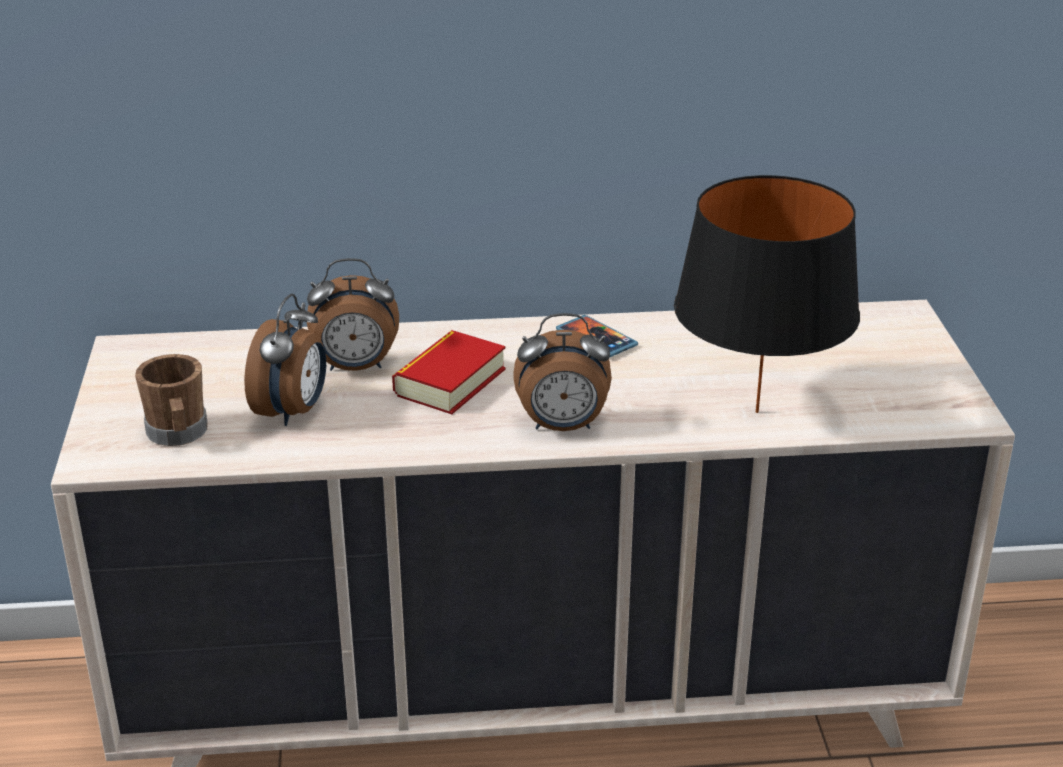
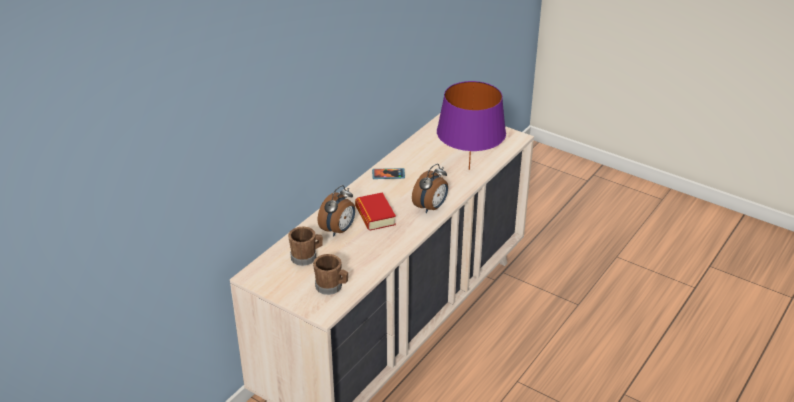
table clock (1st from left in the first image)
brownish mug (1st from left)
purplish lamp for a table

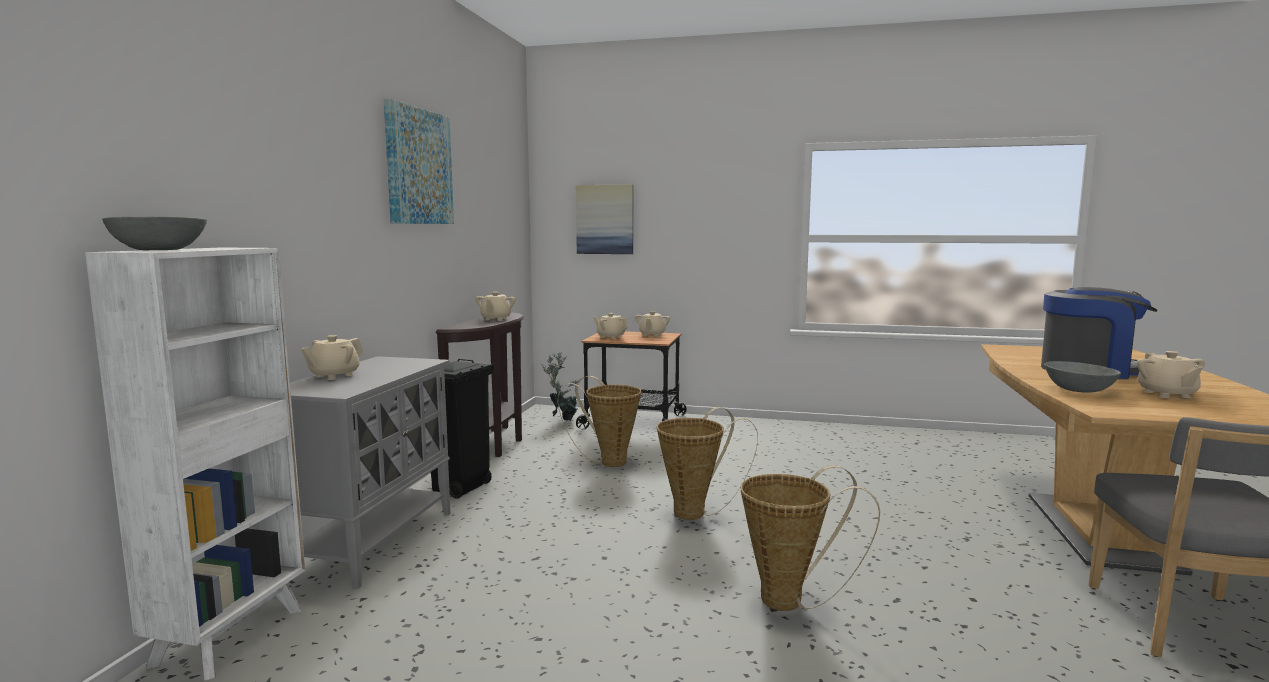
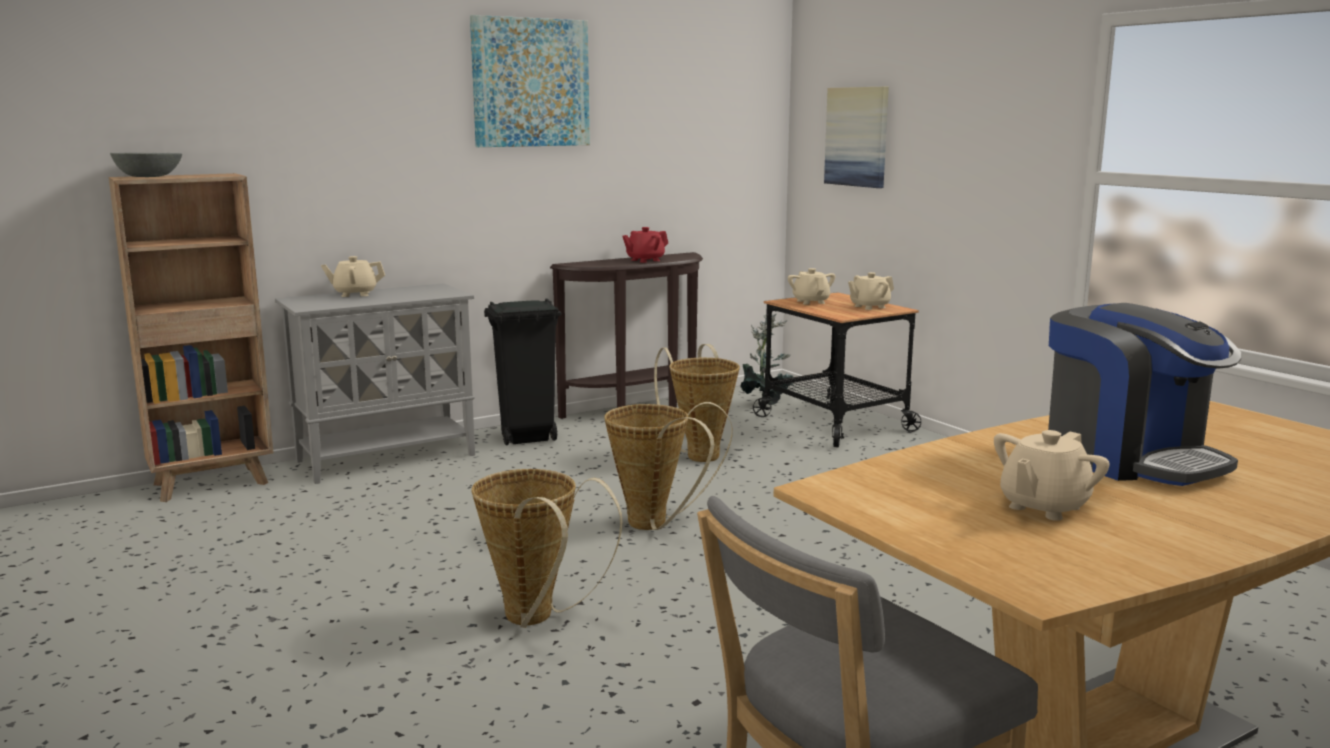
grey deep dish (2nd from left in the first image)
brownish shelving unit
red-coloured teapot

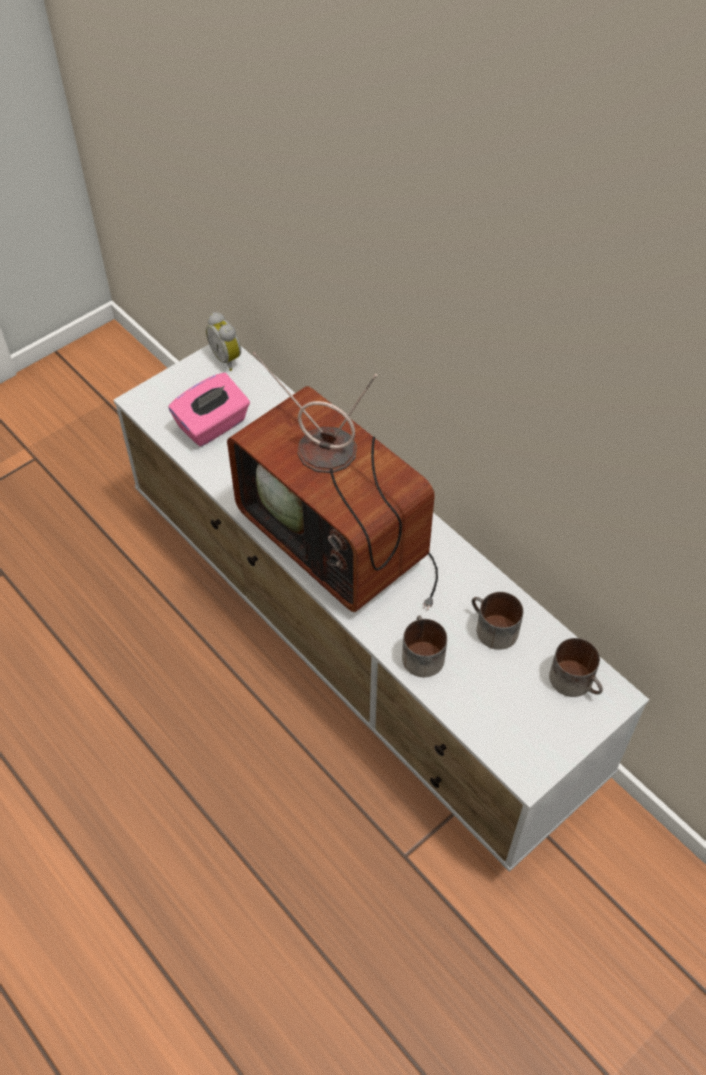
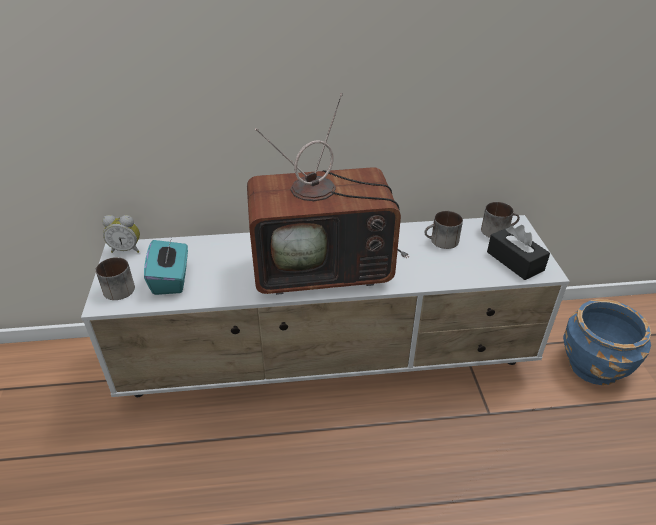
black-coloured tissue box
bluish flower pot
mug (1st from left)
blue-green tissue box

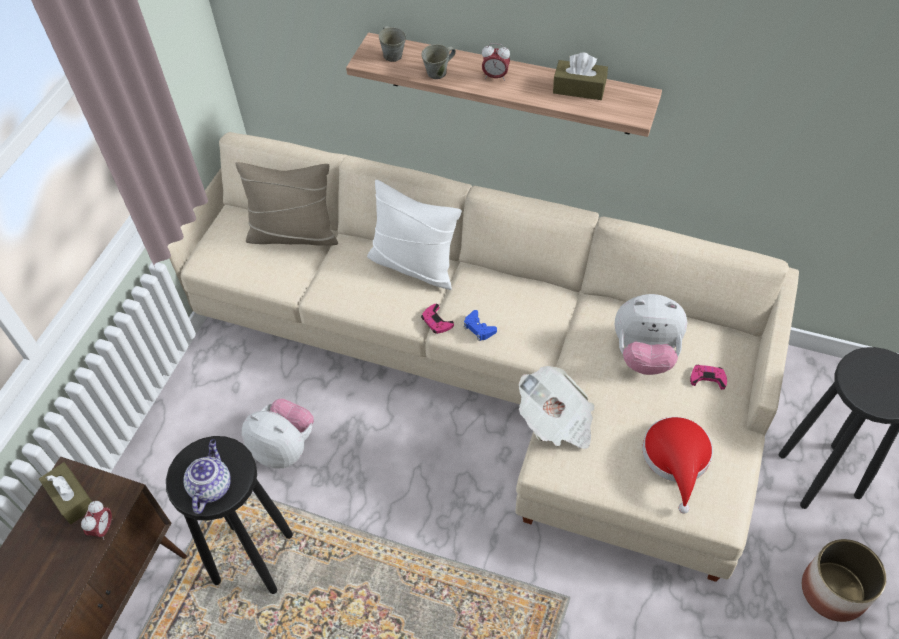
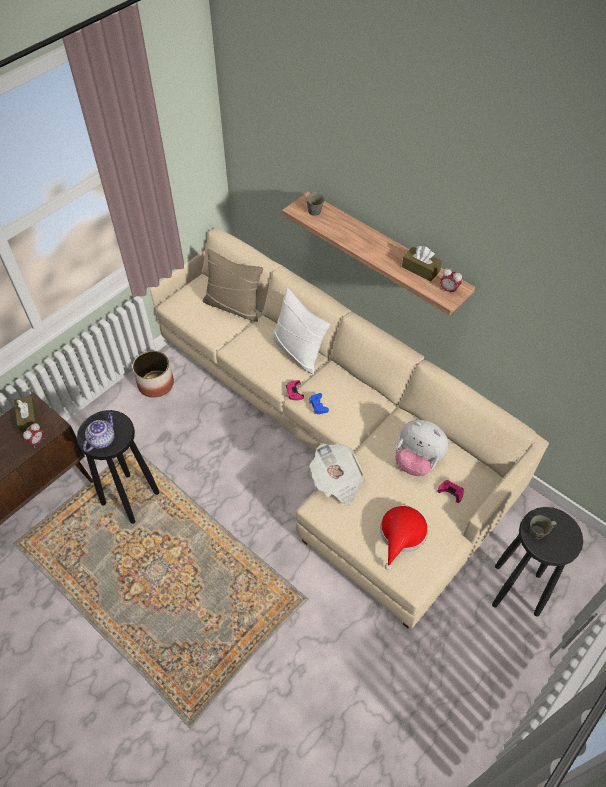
plush toy (1st from left in the first image)
grey mug (2nd from left)
table clock (2nd from left)
flower pot

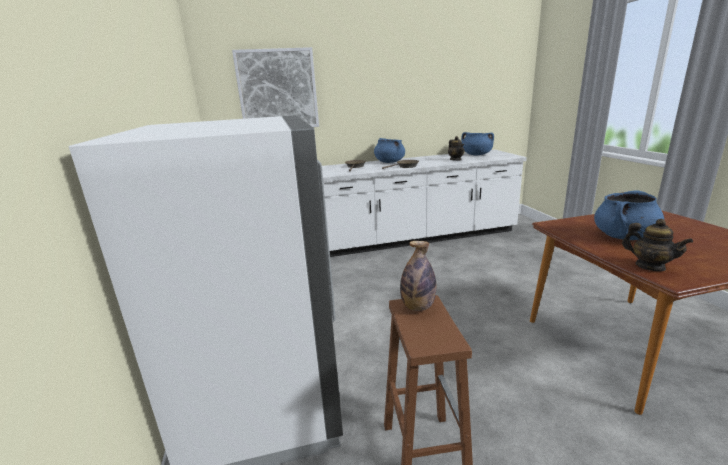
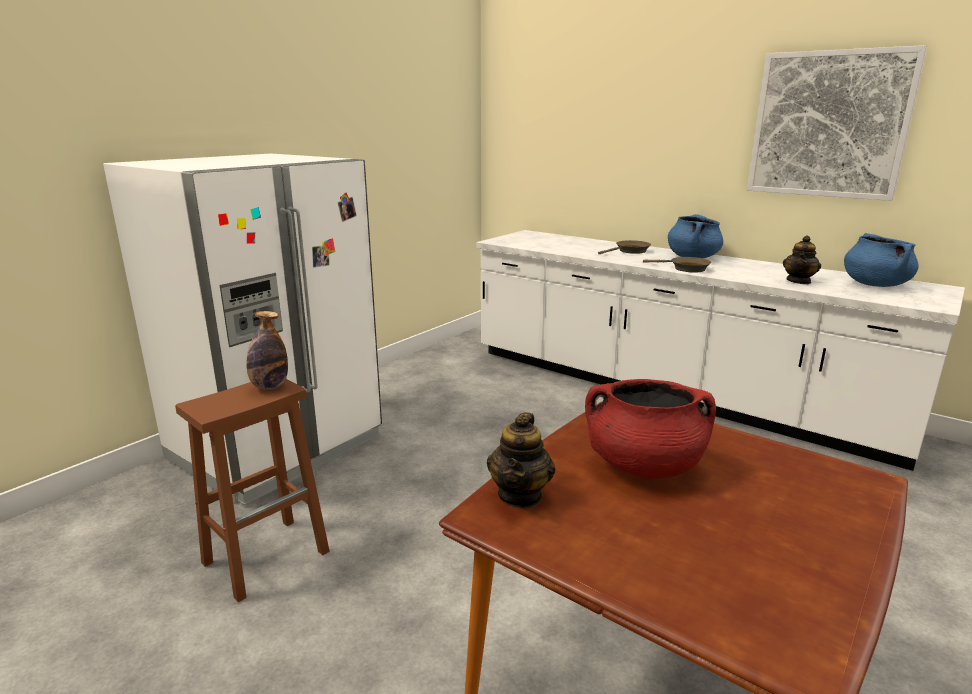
picture
red-coloured saucepot

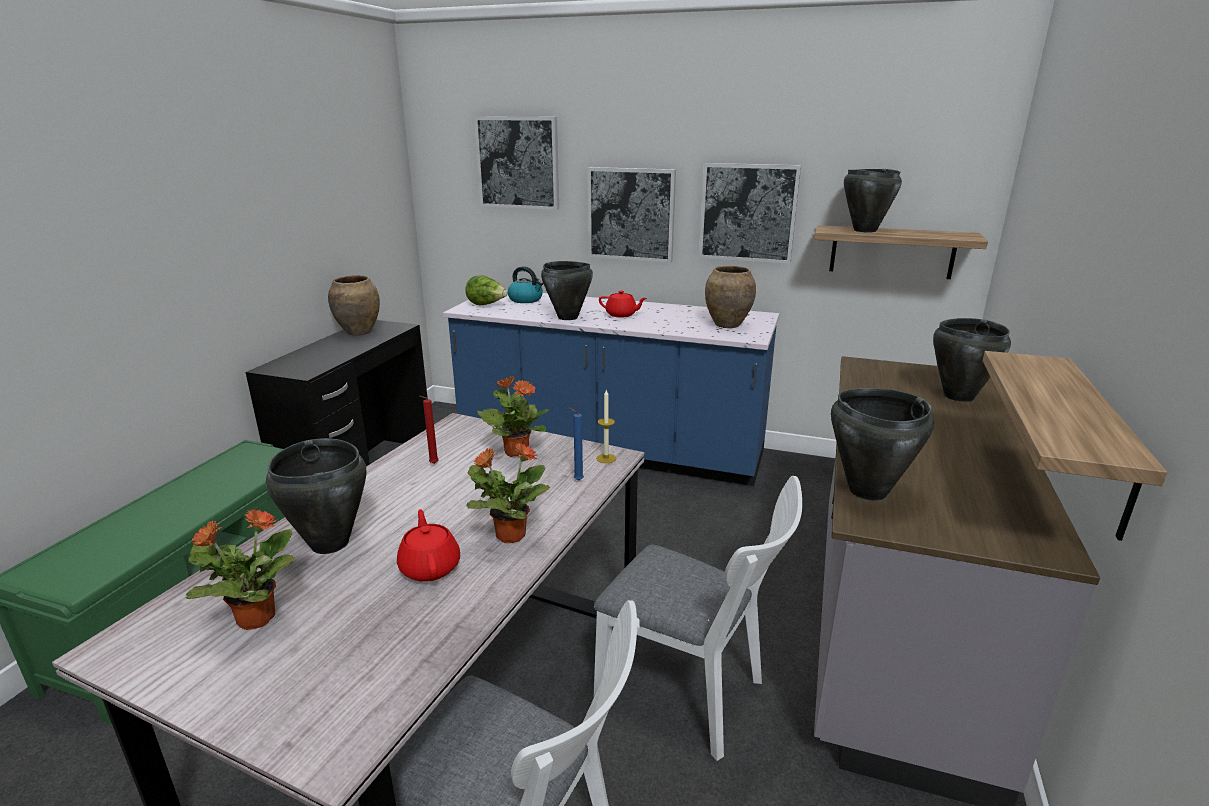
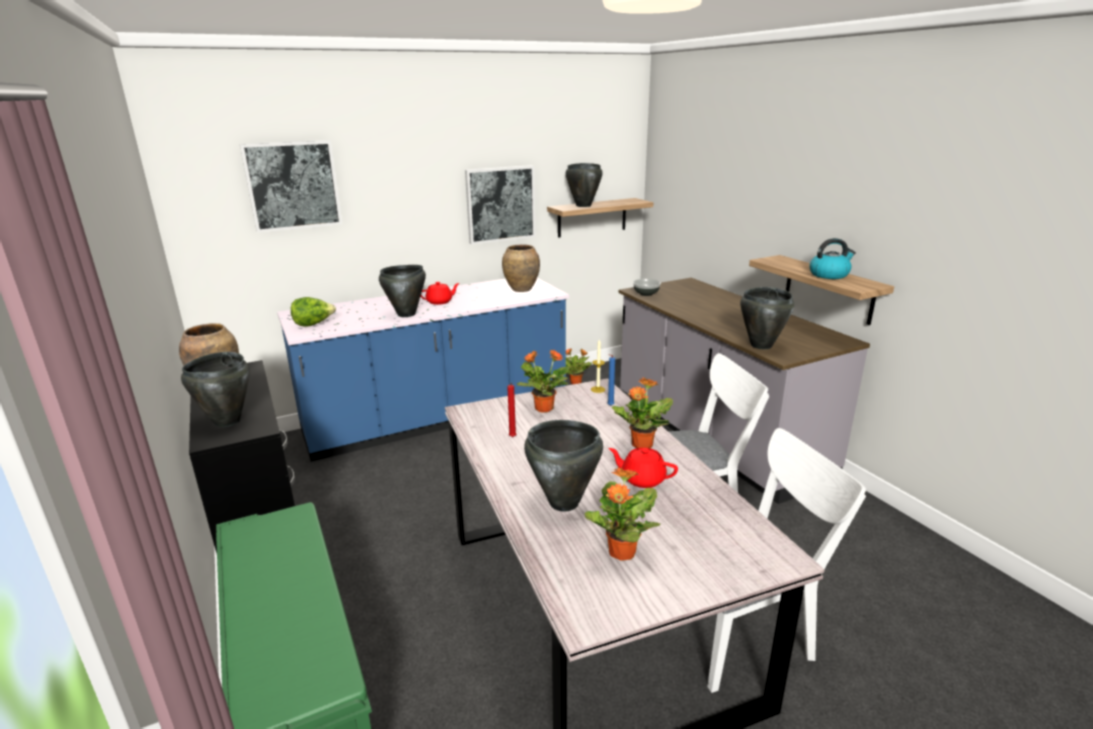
picture (2nd from left in the first image)
plant in a pot (2nd from left)
deep dish
water kettle
black-coloured saucepot (1st from left)

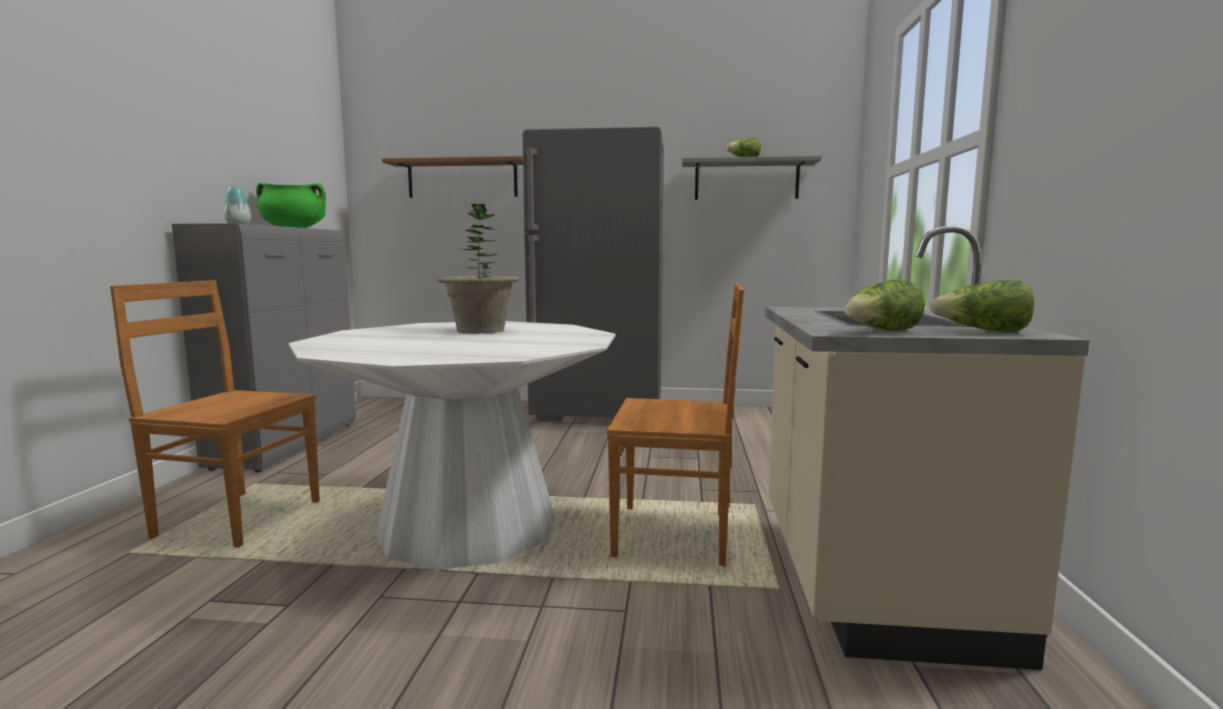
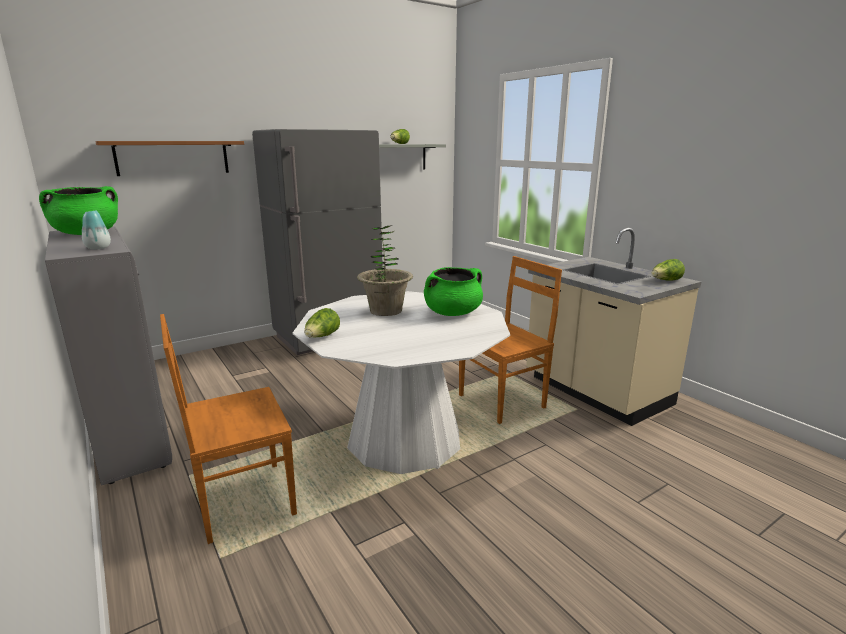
green saucepot (2nd from left)
head of lettuce (1st from left)

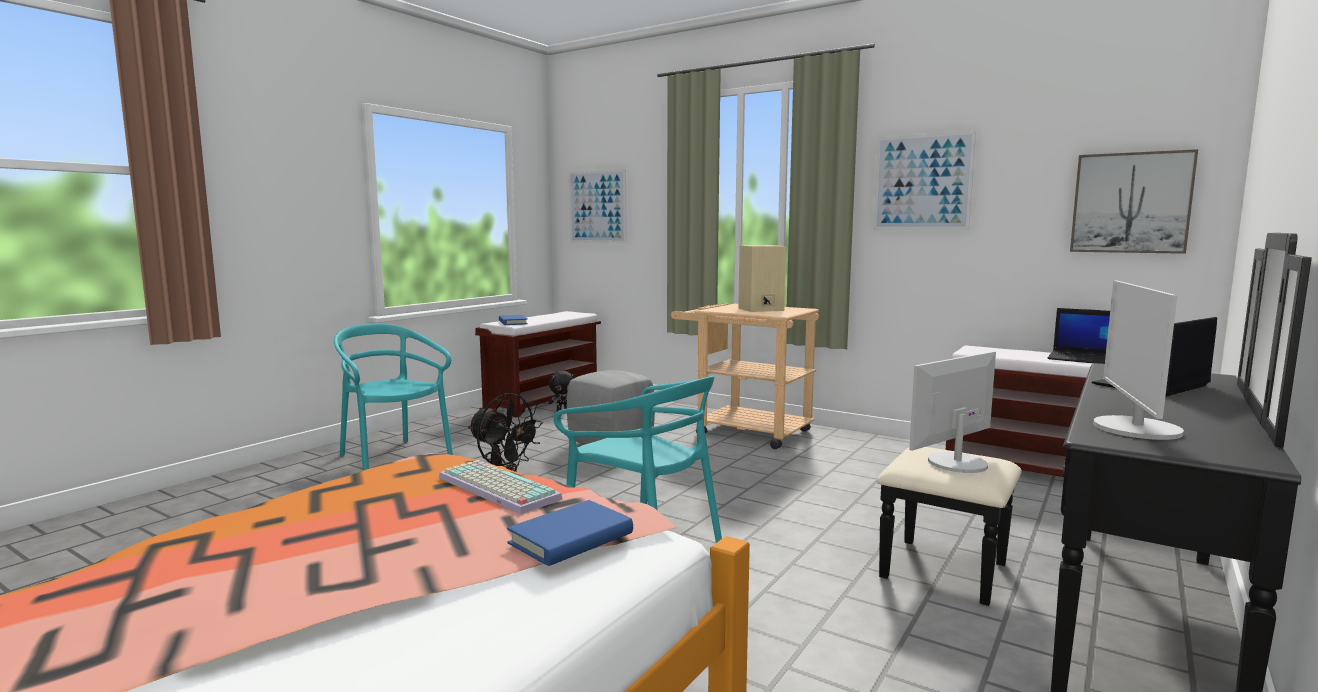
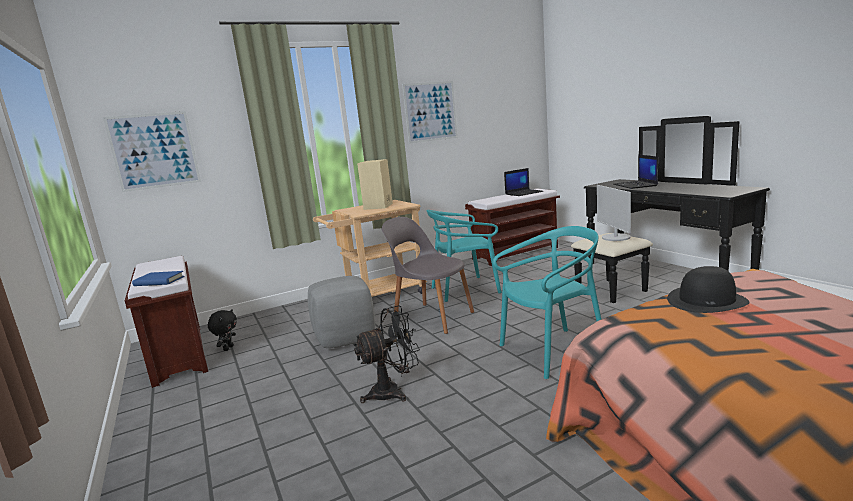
bluish book (2nd from left in the first image)
picture (3rd from left in the first image)
computer display (2nd from left in the first image)
grey chair
blue-green chair (1st from left)
black-coloured wearable hat

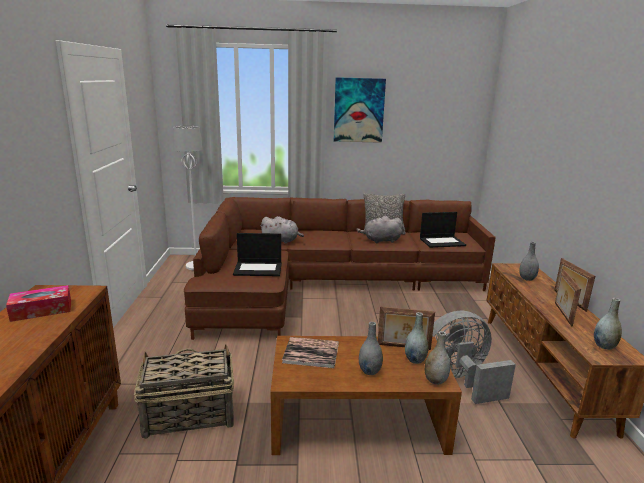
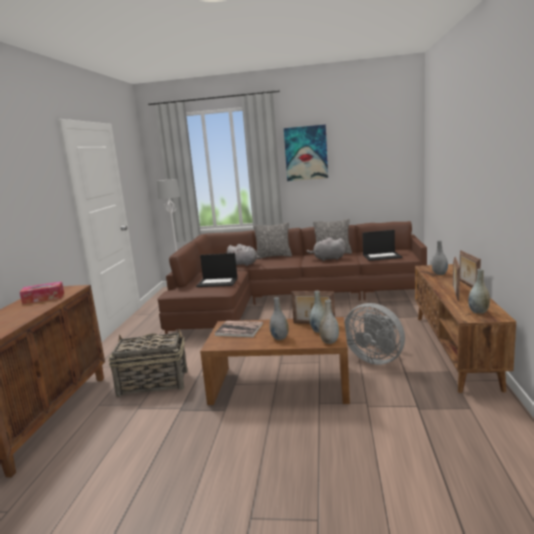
cushion (1st from left)
grey electric fan

